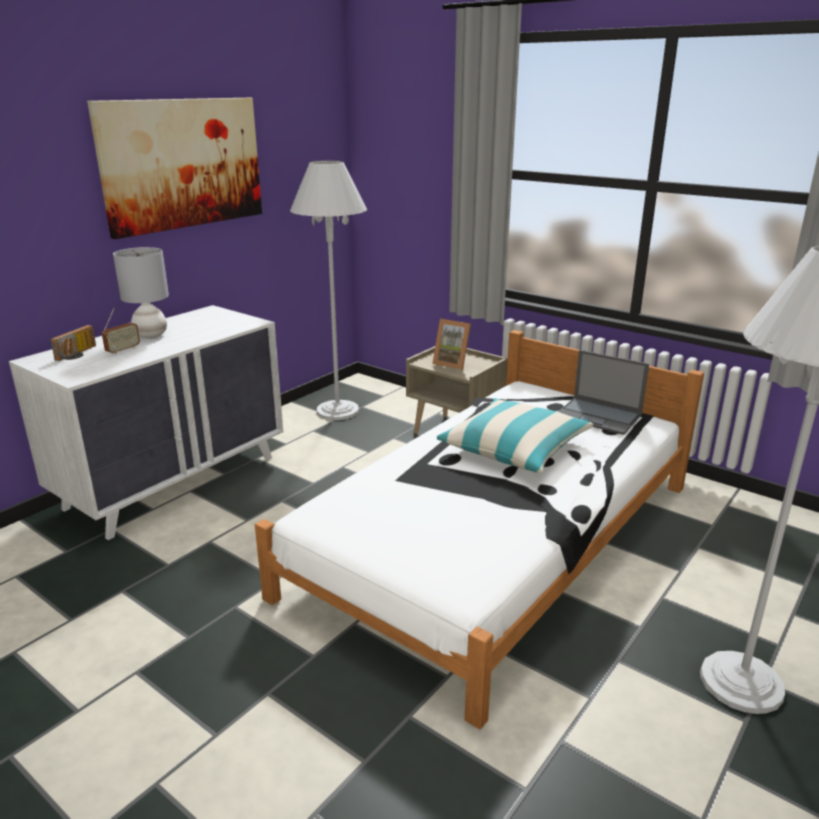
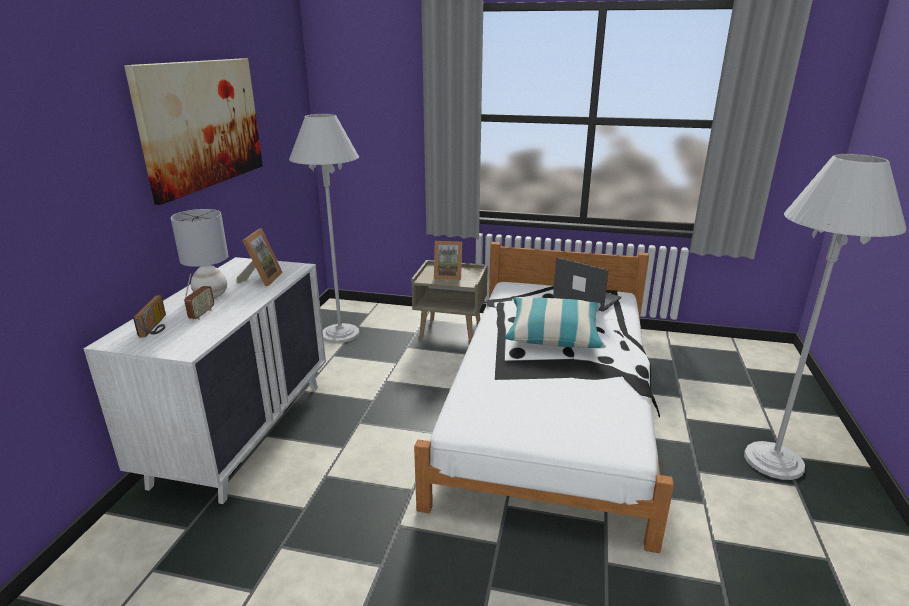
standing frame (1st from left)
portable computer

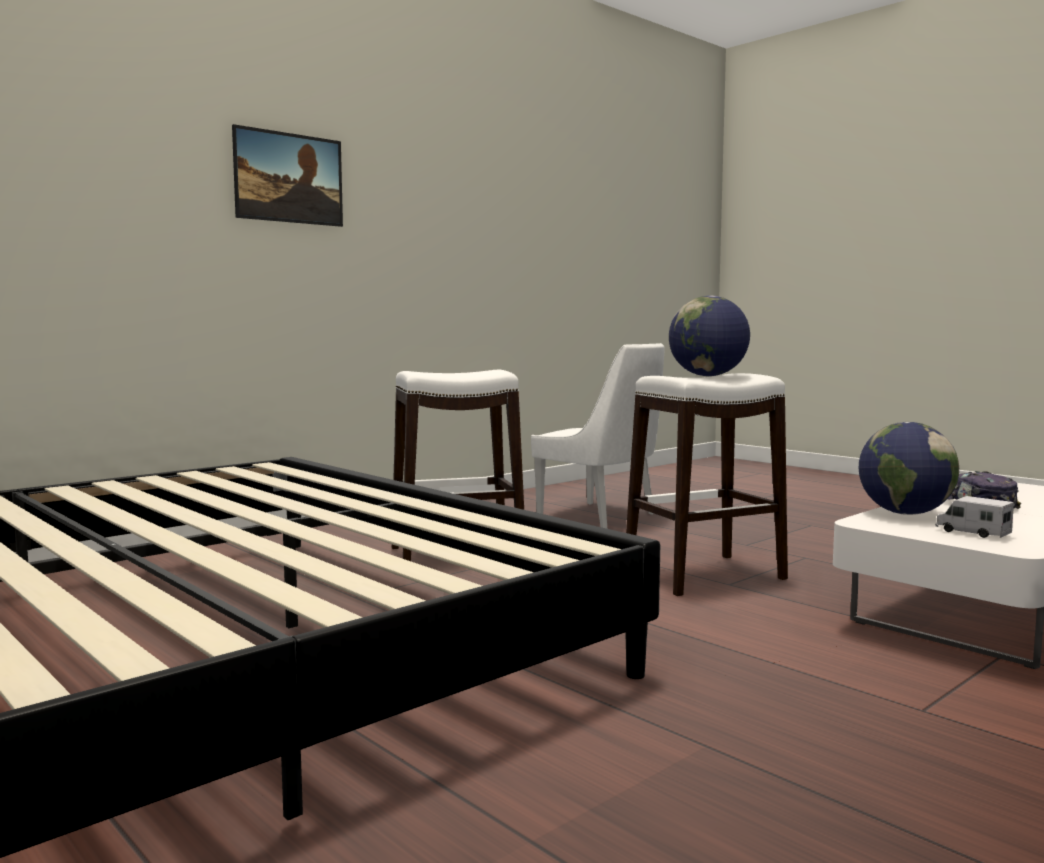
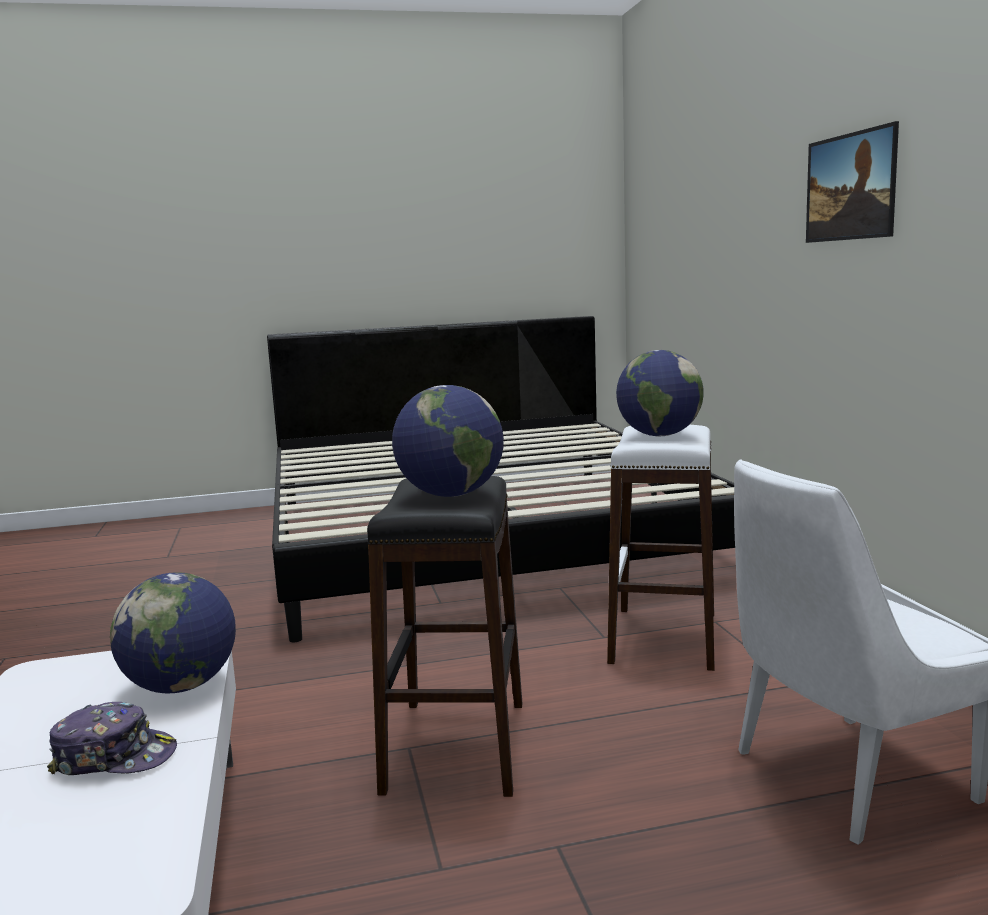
model truck
world globe (3rd from left)
black-coloured stool seat

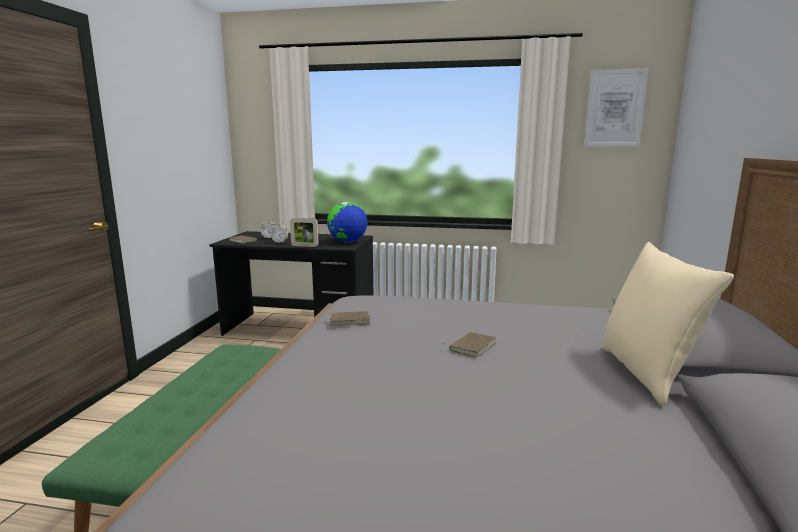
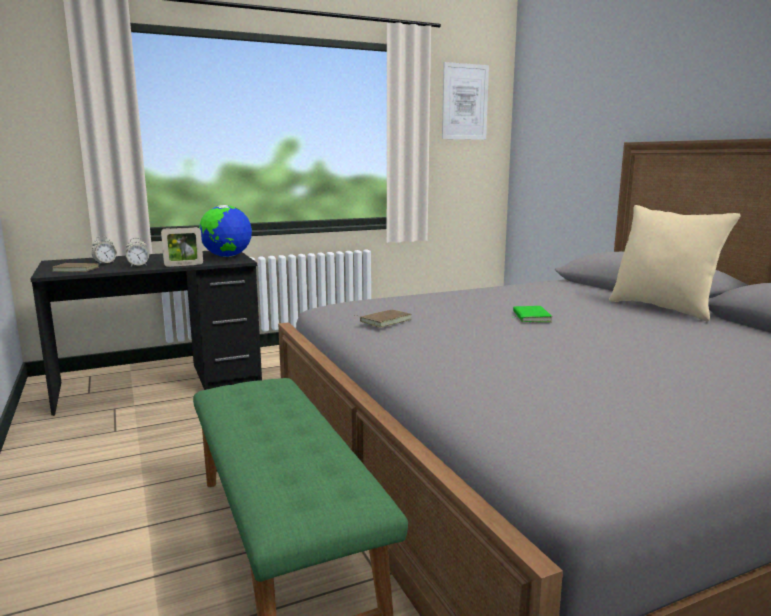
green book

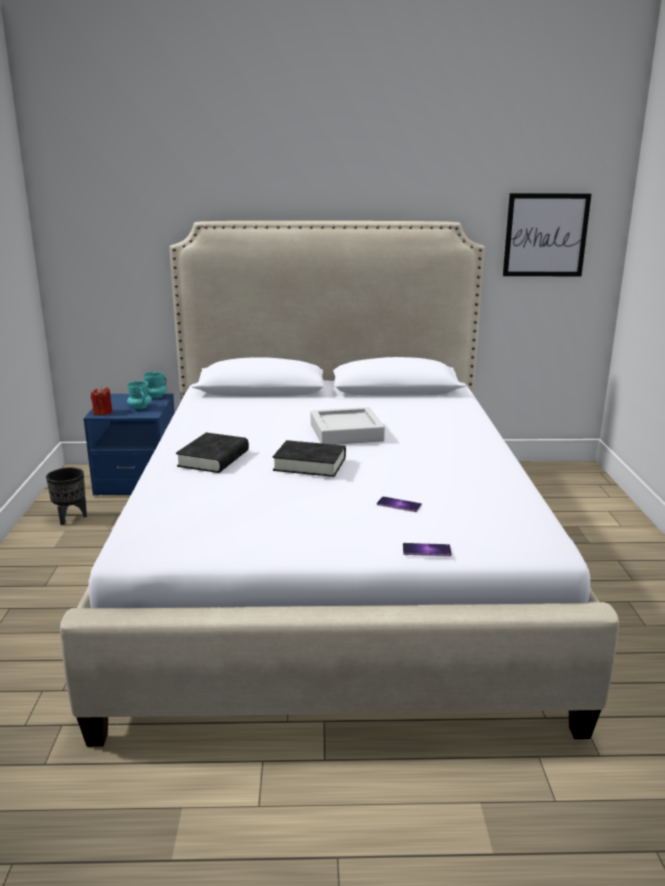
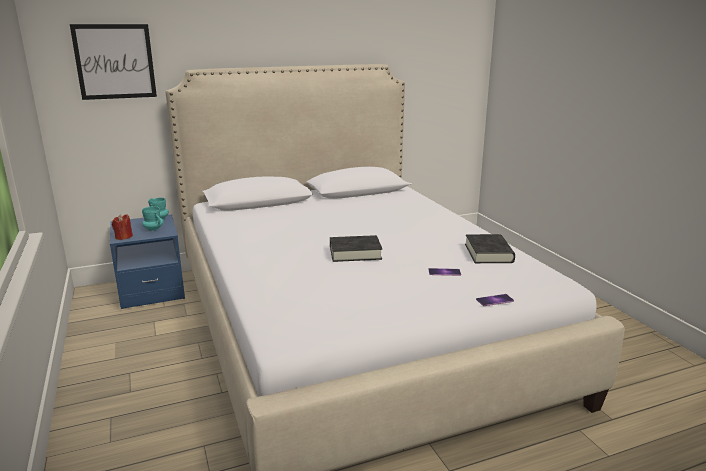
black-coloured flower pot
grey carrying tray
black-coloured book (2nd from left)
picture

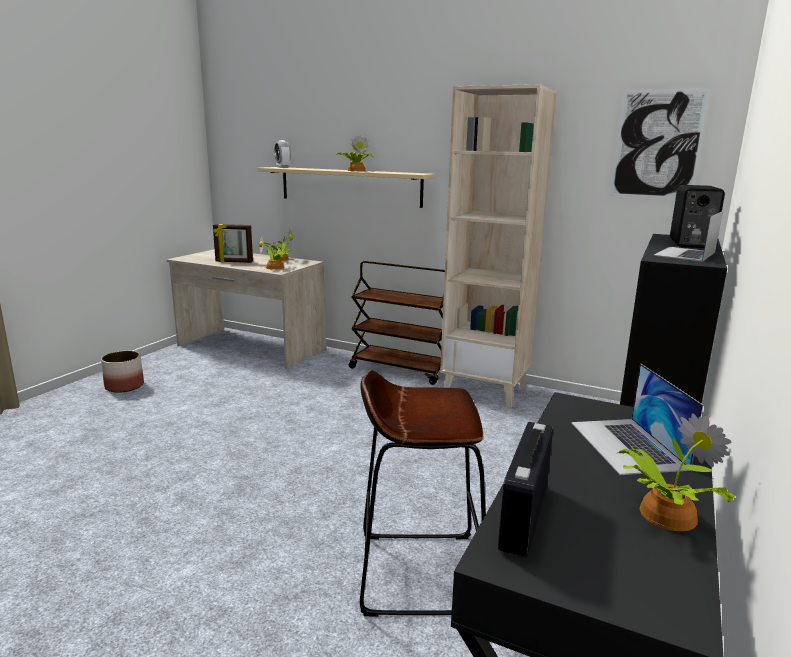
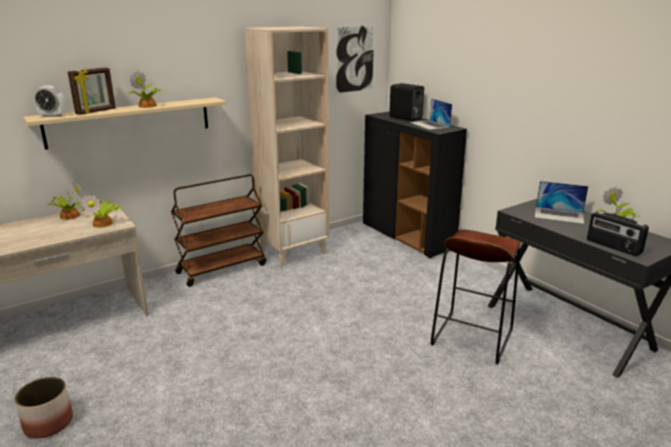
standing frame

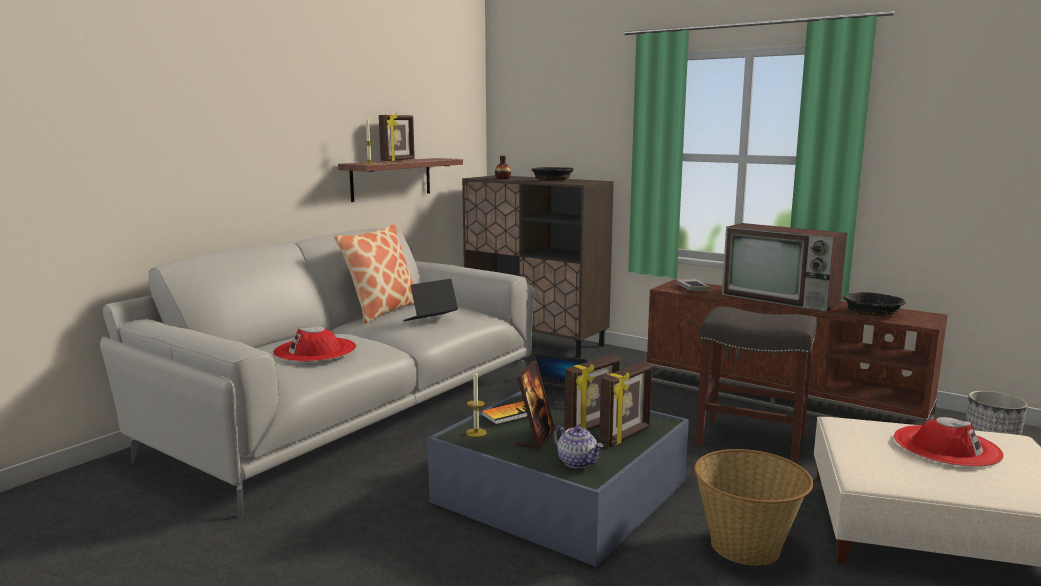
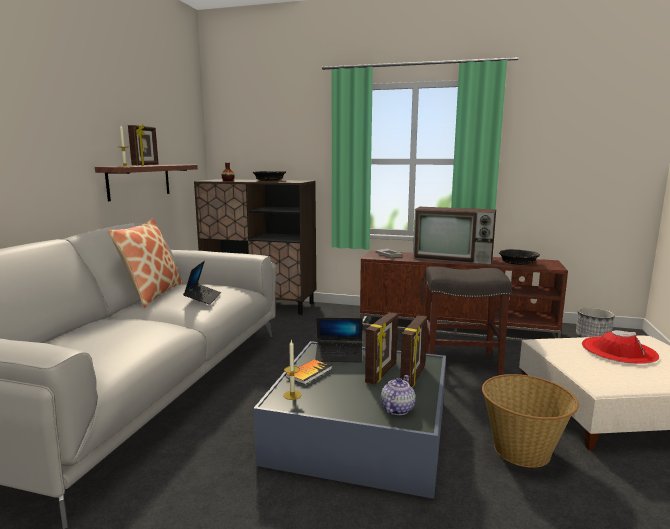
red-coloured wearable hat (1st from left in the first image)
standing frame (2nd from left in the first image)
portable computer (1st from left)
teapot

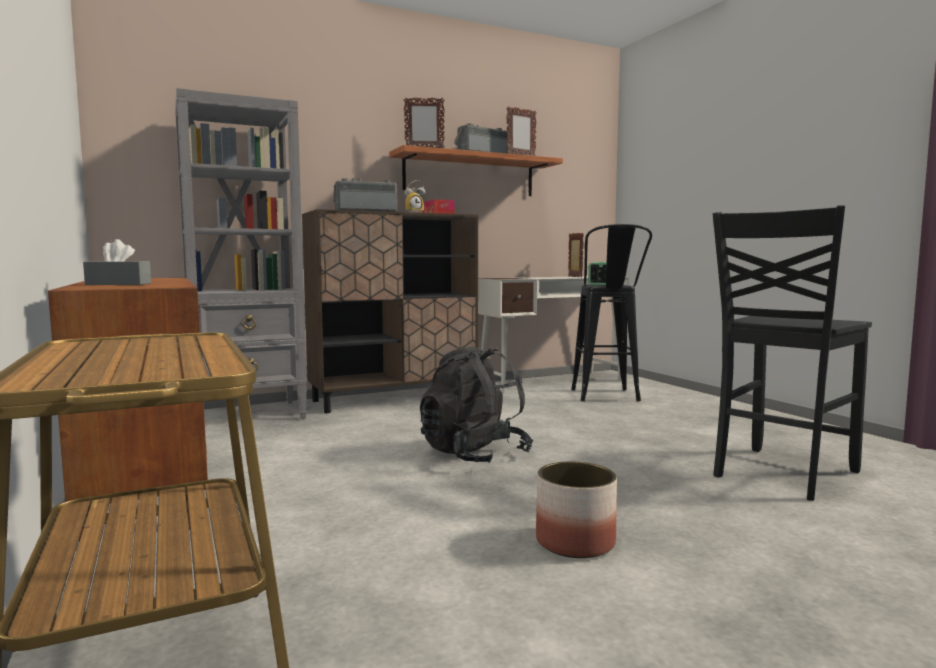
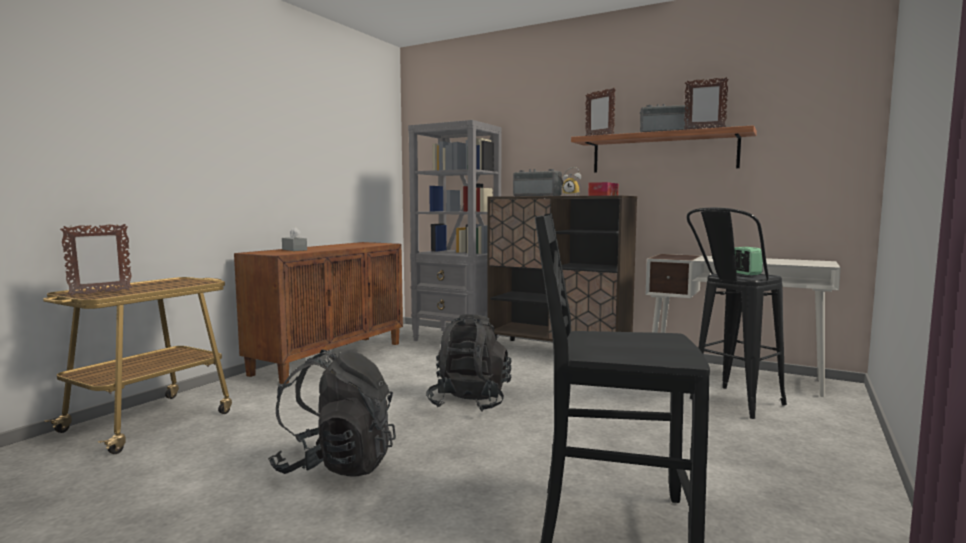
standing frame (1st from left)
black-coloured rucksack (1st from left)

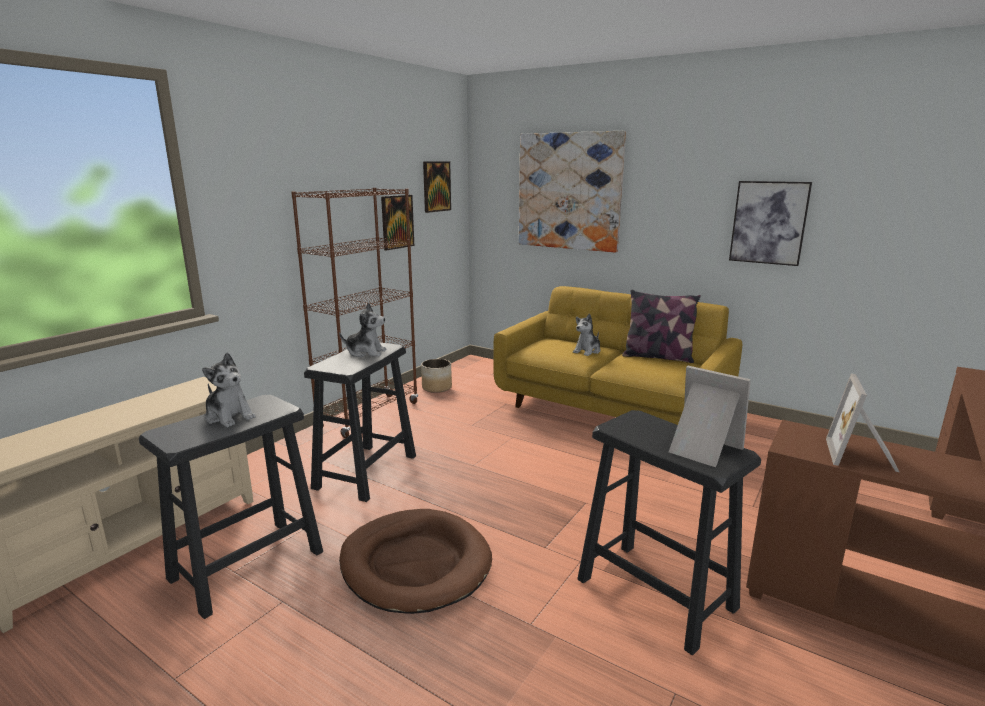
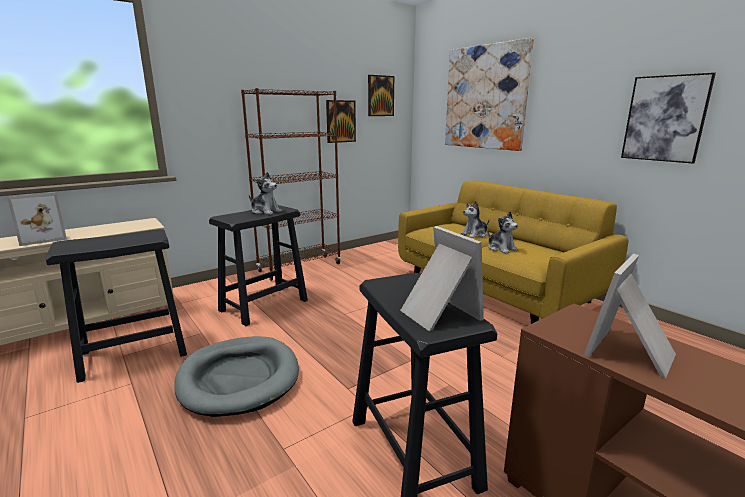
flower pot
cushion
standing frame (1st from left)
plush toy (3rd from left)
grey dog cushion

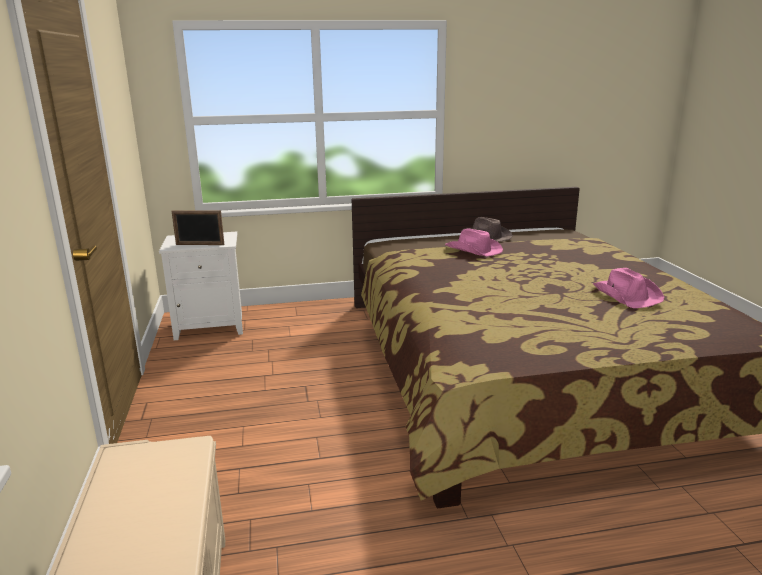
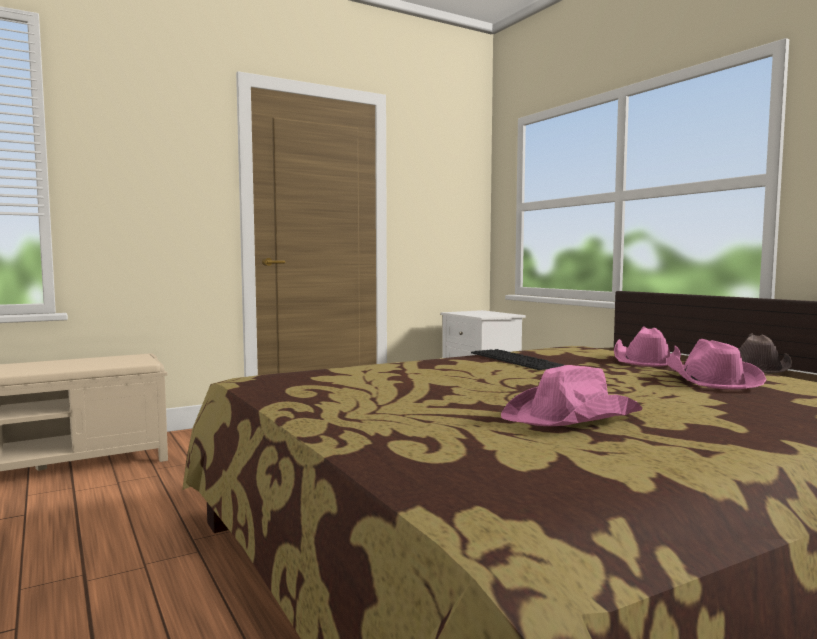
standing frame
computer keyboard
pink-coloured wearable hat (3rd from left)

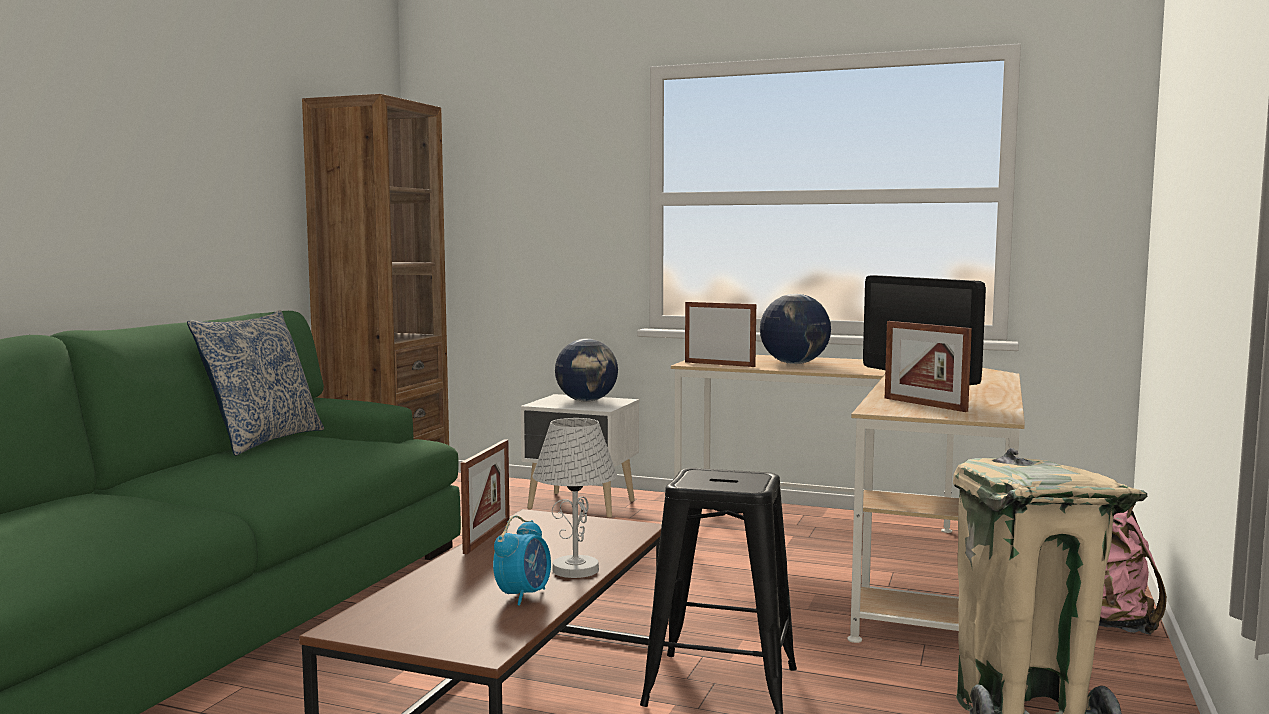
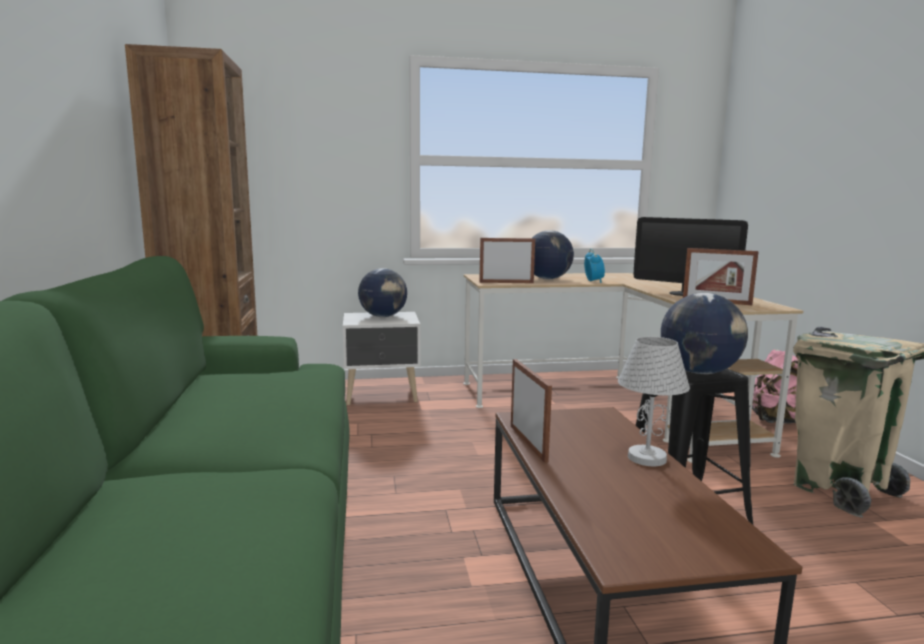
cushion
world globe (3rd from left)
table clock

